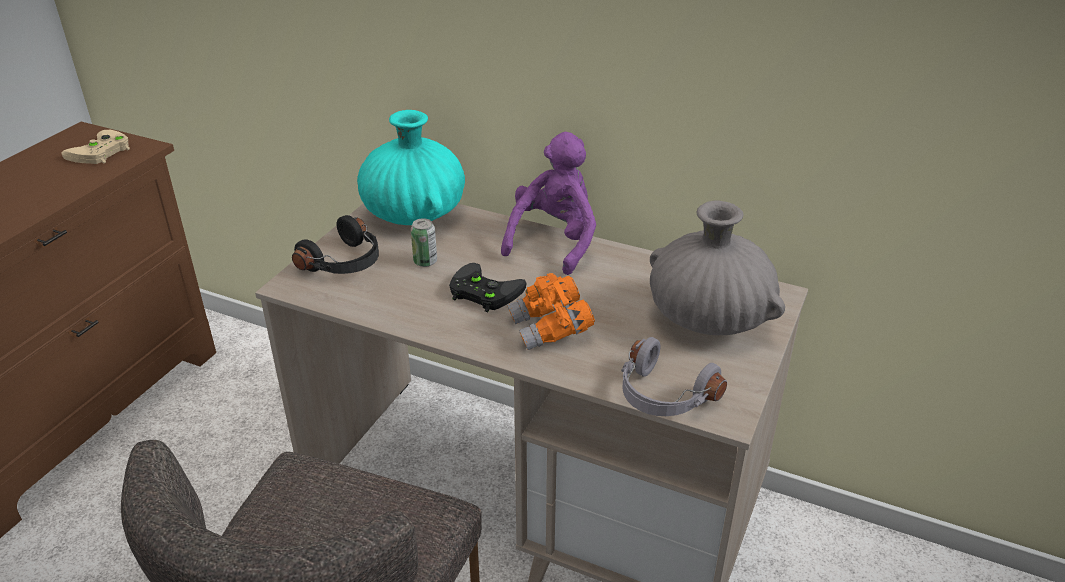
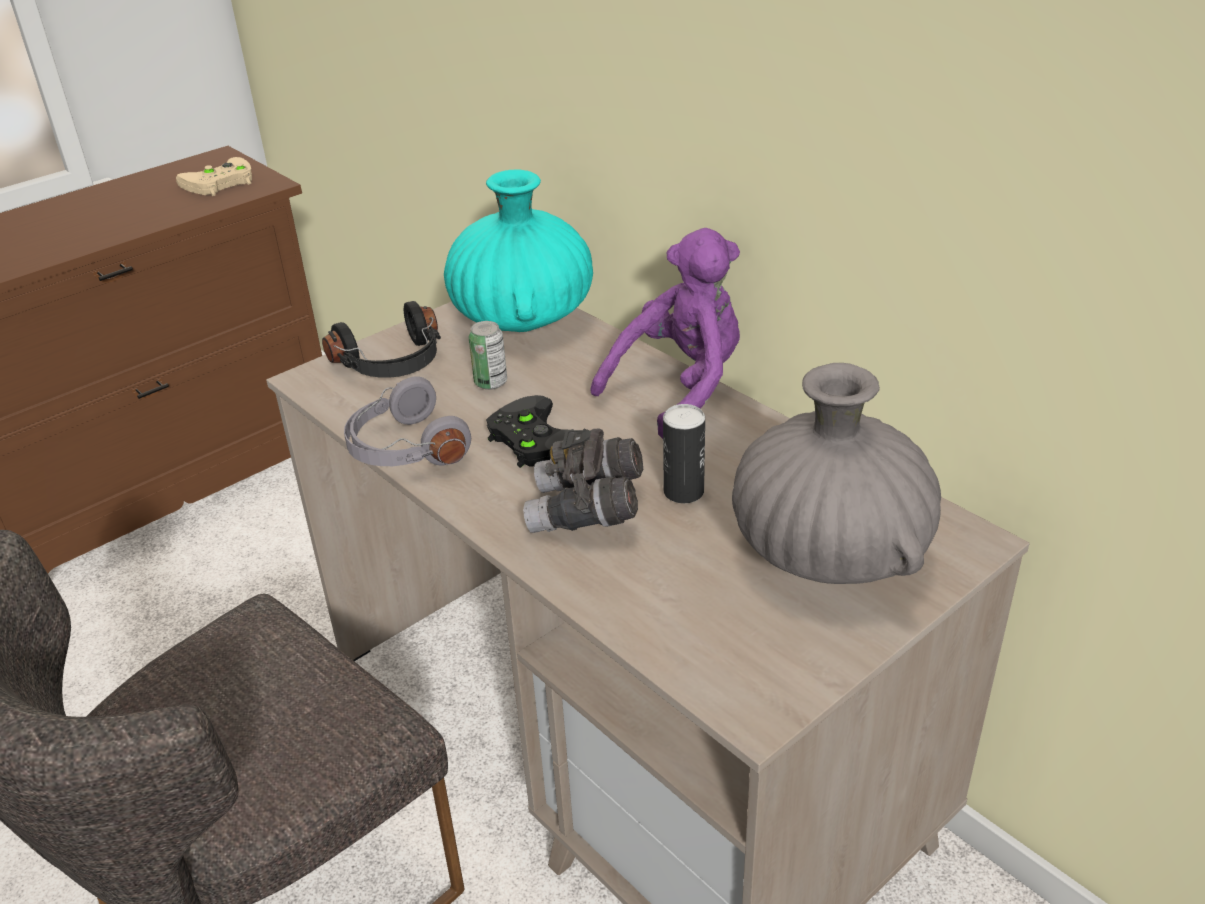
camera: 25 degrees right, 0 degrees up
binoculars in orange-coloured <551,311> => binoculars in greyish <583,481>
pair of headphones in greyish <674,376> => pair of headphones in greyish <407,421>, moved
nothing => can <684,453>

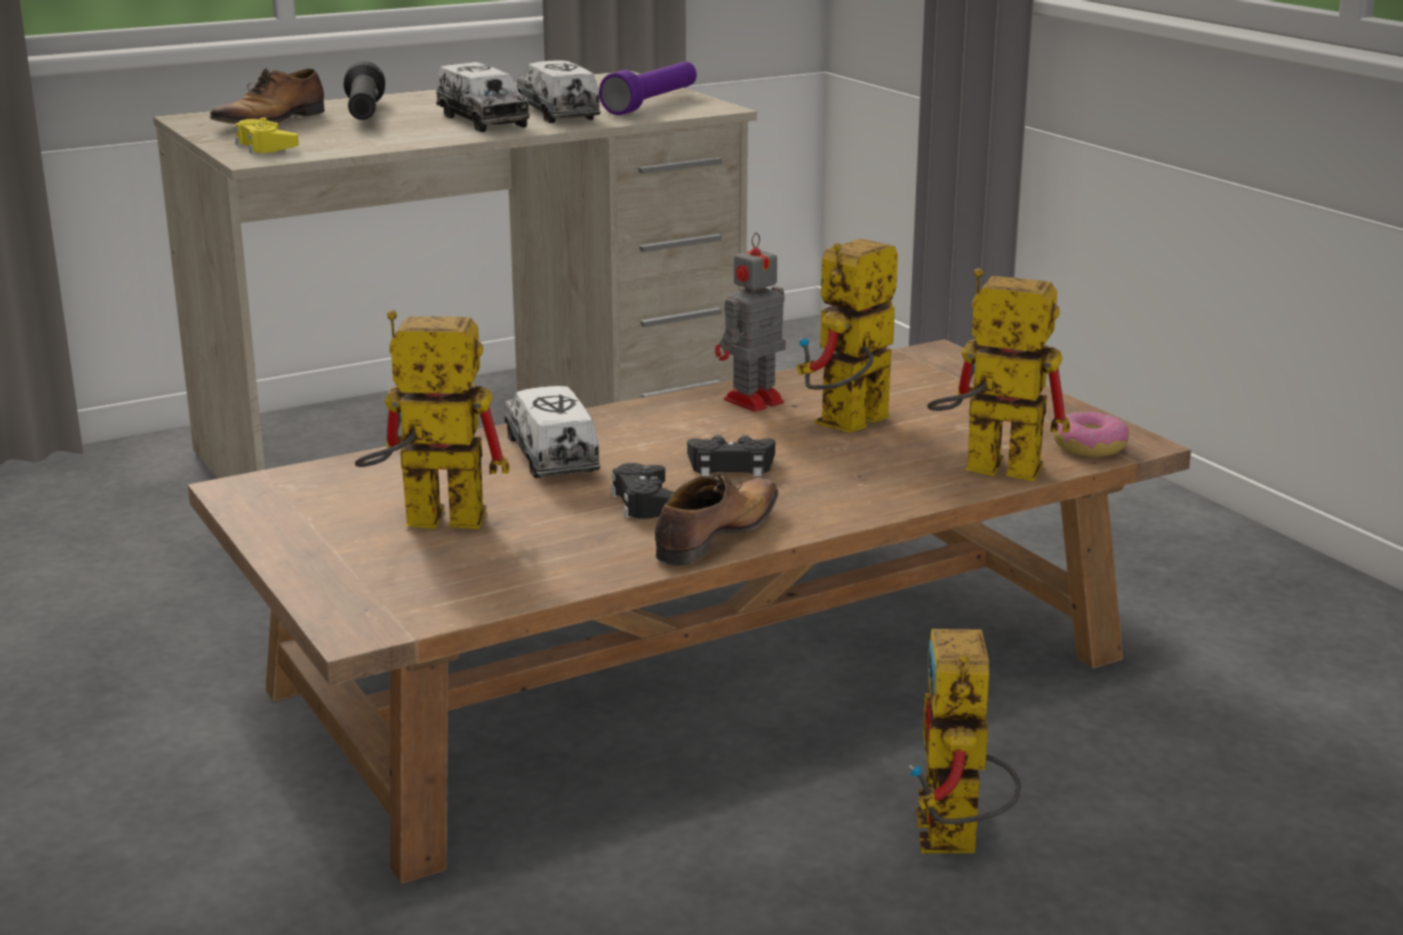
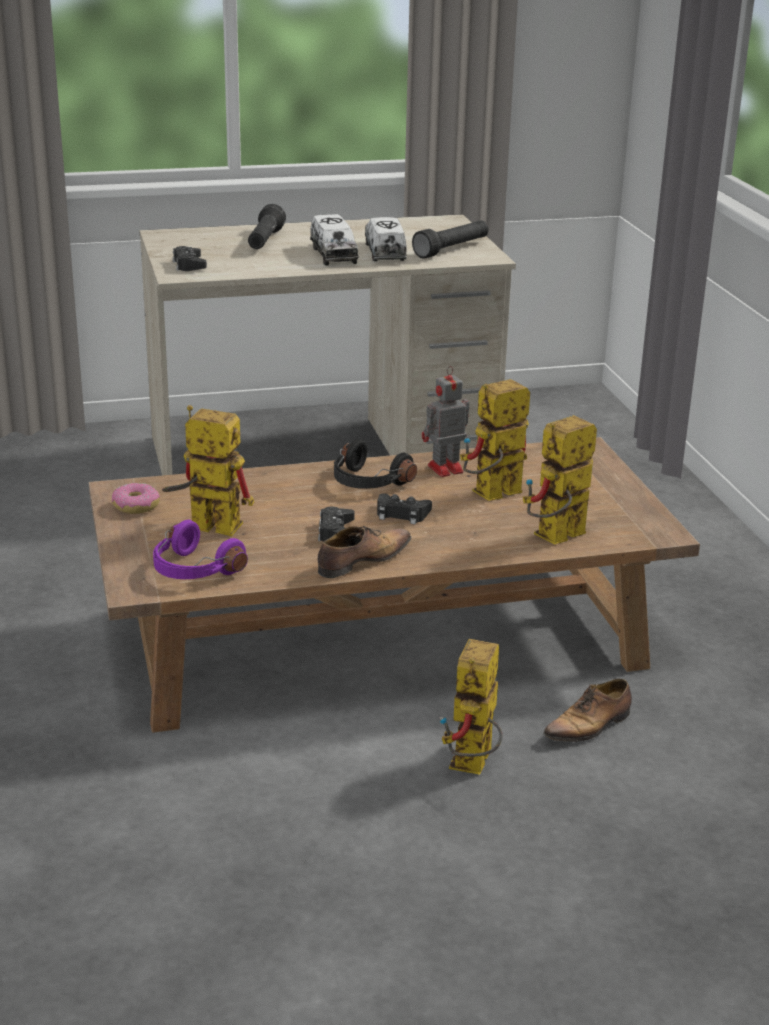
camera: 15 degrees right, 5 degrees up
flashlight in purple-coloured <648,88> => flashlight in blackish <450,239>
low shoe <267,96> => low shoe <587,713>, moved
game controller in yellow <267,136> => game controller in blackish <190,258>
model robot <998,375> => model robot <560,480>, 75 degrees counterclockwise
toy truck <552,432> => nothing
ring doughnut <1091,434> => ring doughnut <136,498>, moved
nothing => pair of headphones in blackish <375,464>
nothing => pair of headphones in purple-coloured <200,549>

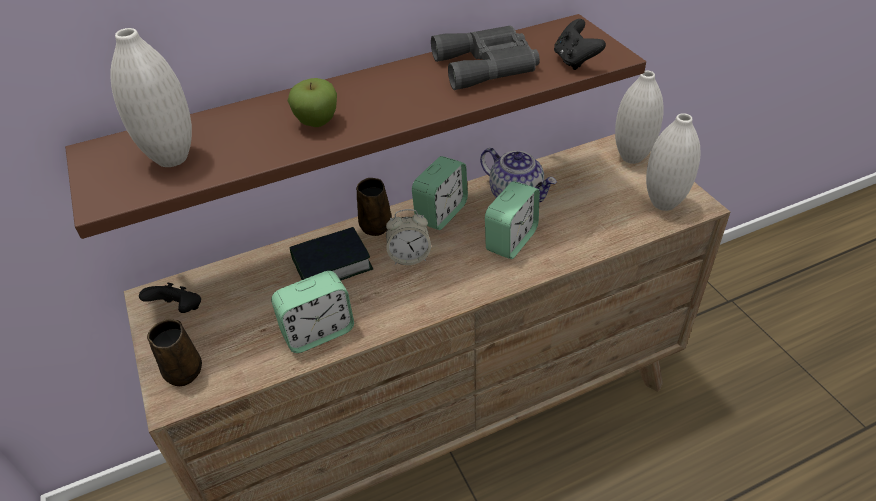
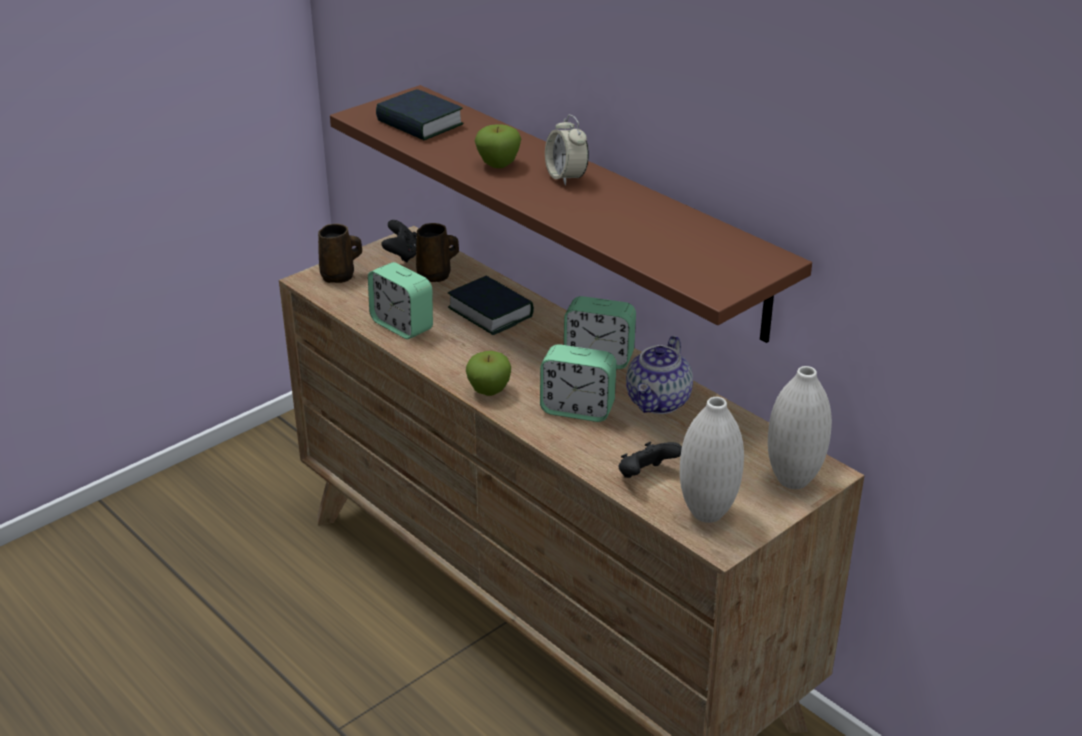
camera: 70 degrees right, 10 degrees down
game controller in blackish <580,44> => game controller in blackish <650,460>, moved
binoculars in greyish <485,58> => nothing
decorative vase in white <151,97> => volume <419,114>
tea mug in brownish <373,207> => tea mug in brownish <437,252>, moved
bedside clock <408,237> => bedside clock <567,150>, moved
nothing => apple fruit <488,373>

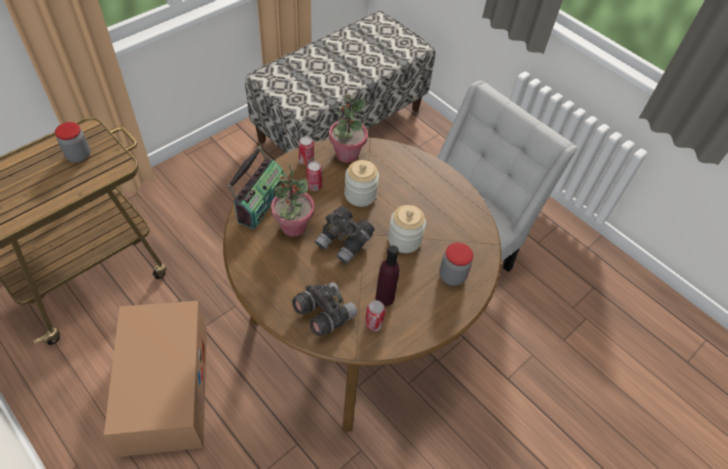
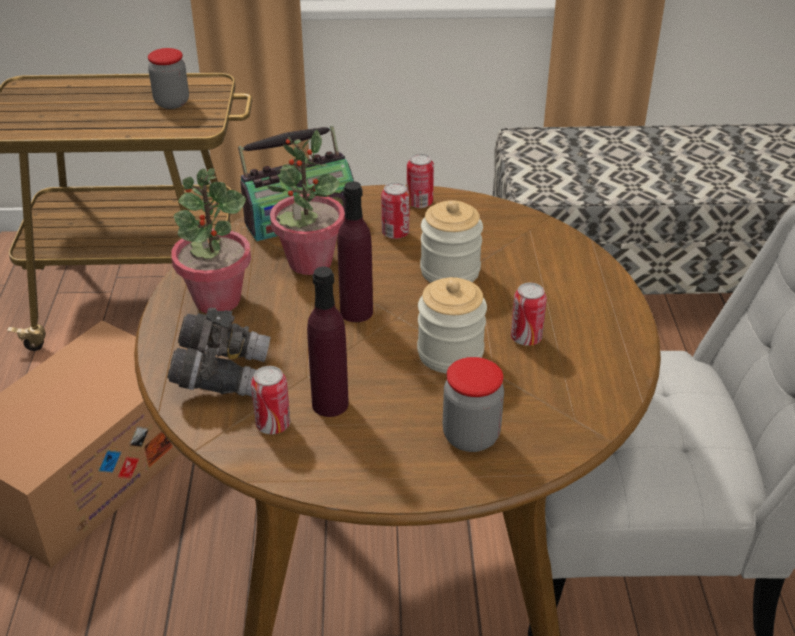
camera: 45 degrees right, 15 degrees down
plant in a pot <348,128> => plant in a pot <211,240>, moved
binoculars in greyish <345,235> => beverage bottle in purple-coloured <355,251>
nothing => can <529,314>

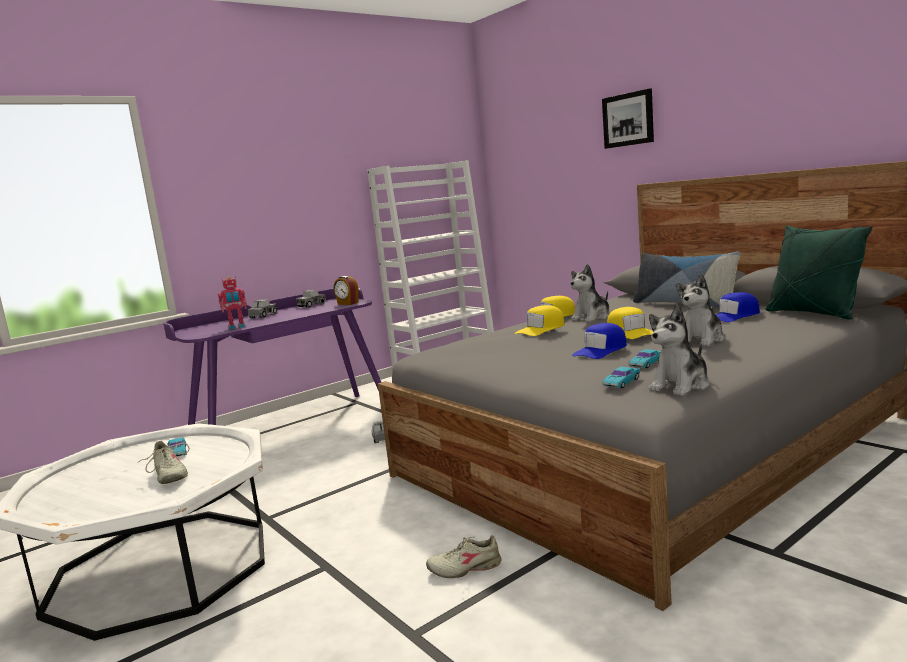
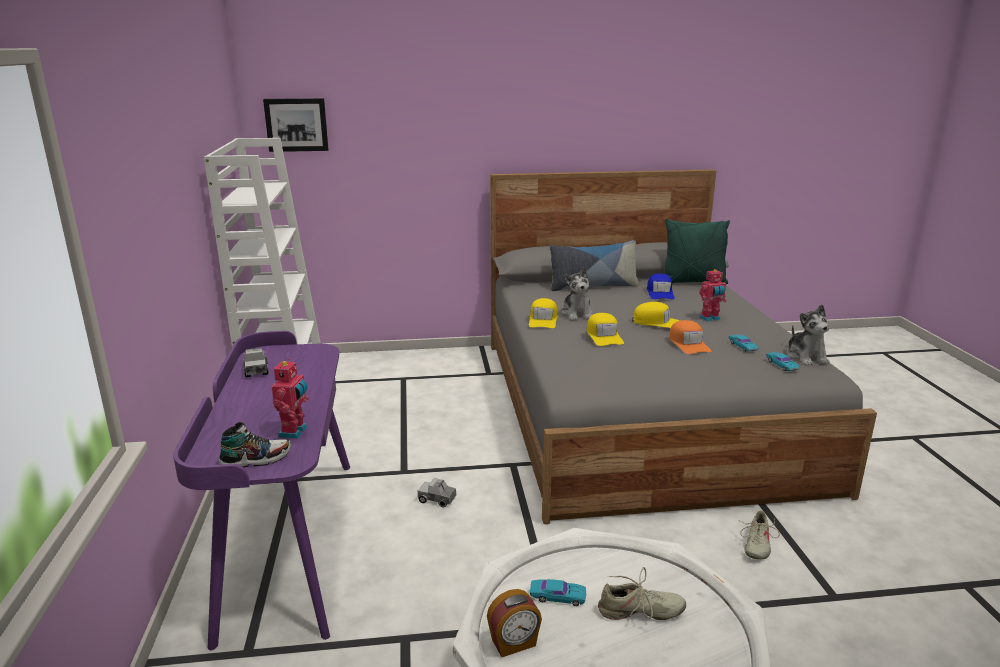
camera: 60 degrees left, 10 degrees up
wall picture <628,118> => wall picture <296,125>, moved
cuddly toy <700,310> => model robot <713,295>
bedside clock <346,290> => bedside clock <514,623>, moved
toy truck <262,309> => nothing
baseball cap in bluish <599,341> => baseball cap in orange-coloured <690,337>
nothing => low shoe <255,445>

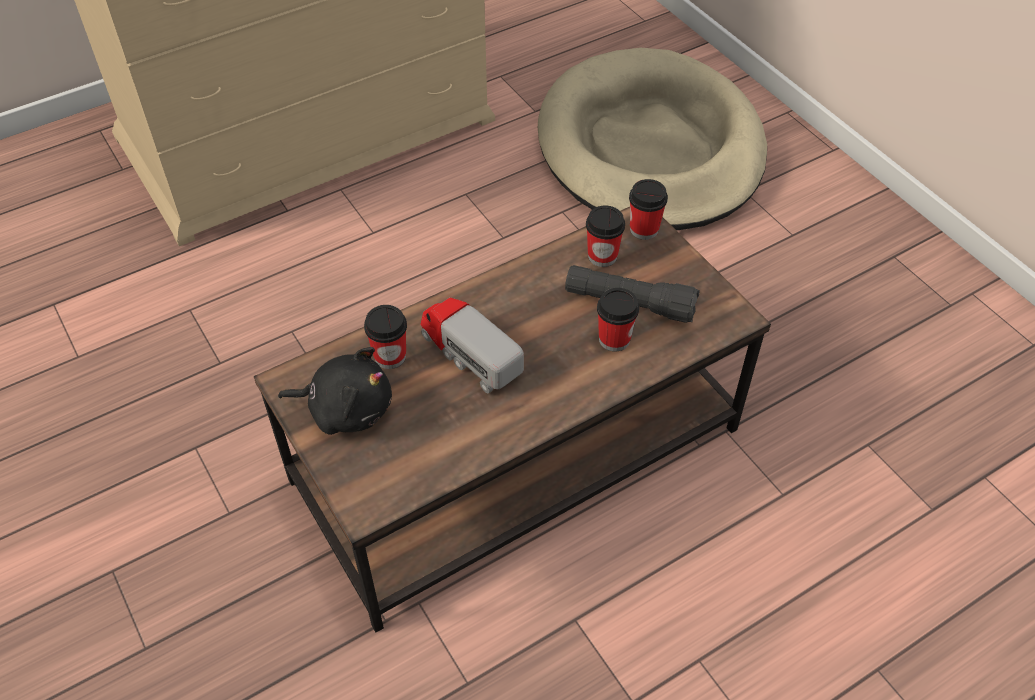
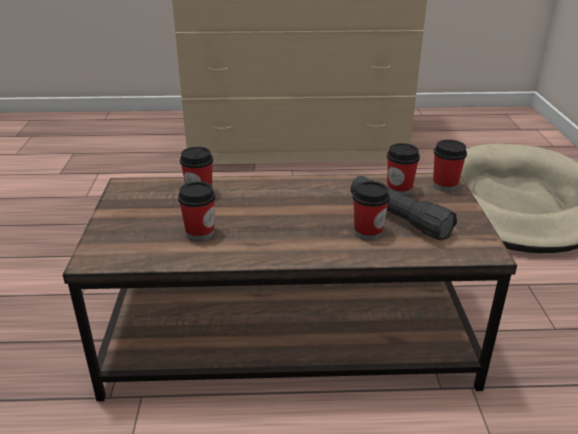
camera: 30 degrees right, 20 degrees down
toy truck <472,345> => nothing
cuddly toy in blackish <335,391> => nothing
nothing => drinking cup <197,211>

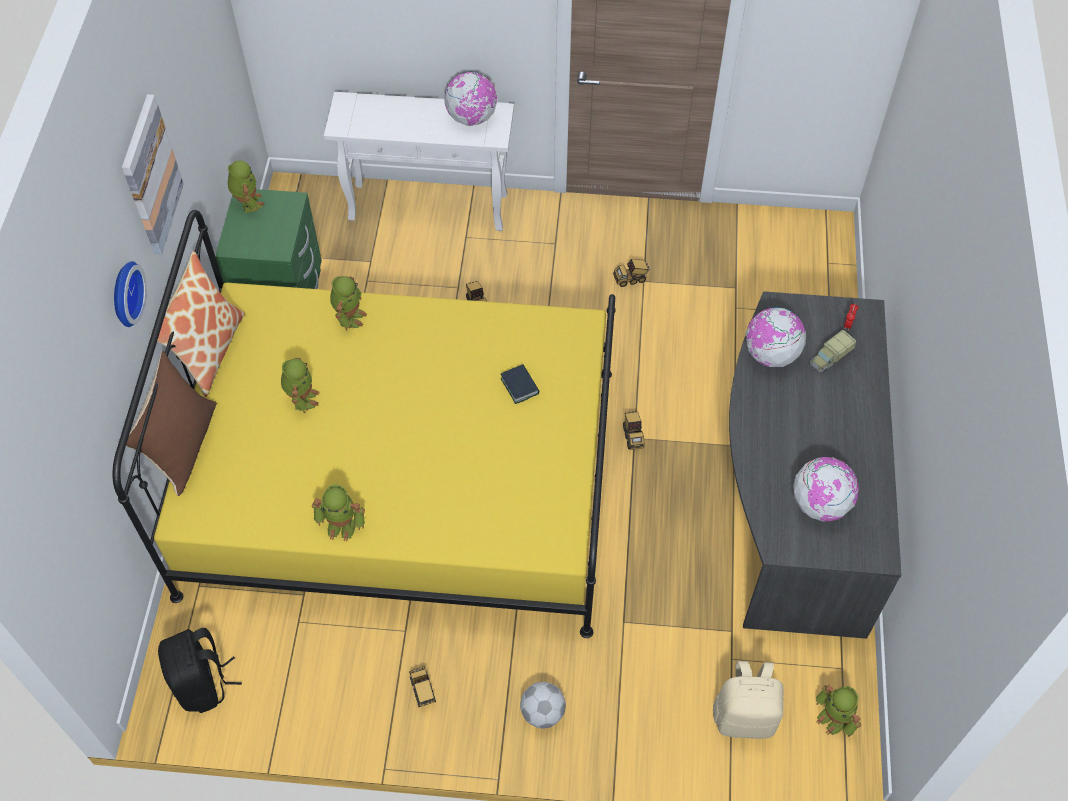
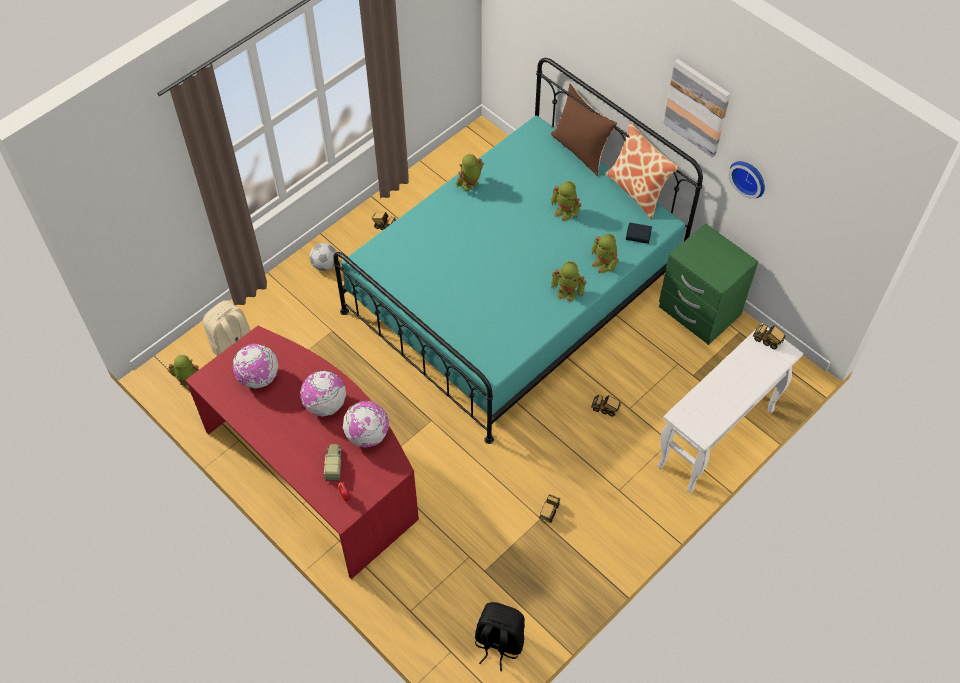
camera: 130 degrees right, 0 degrees up
globe <470,98> => globe <323,394>, moved
model robot <246,187> => model robot <568,282>, moved
sleeping bed in yellow <364,424> => sleeping bed in turquoise <518,251>
wall clock <130,294> => wall clock <747,180>, moved
desk table in greyish <815,465> => desk table in red <302,452>
volume <520,384> => volume <639,233>, moved
toy truck <633,430> => toy truck <769,336>, moved
rucksack in blackish <200,670> => rucksack in blackish <500,636>, moved

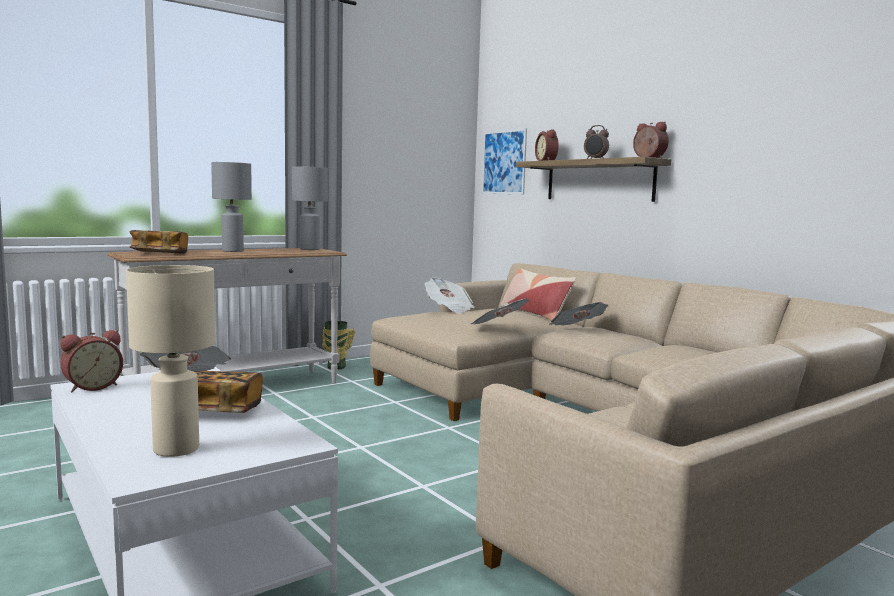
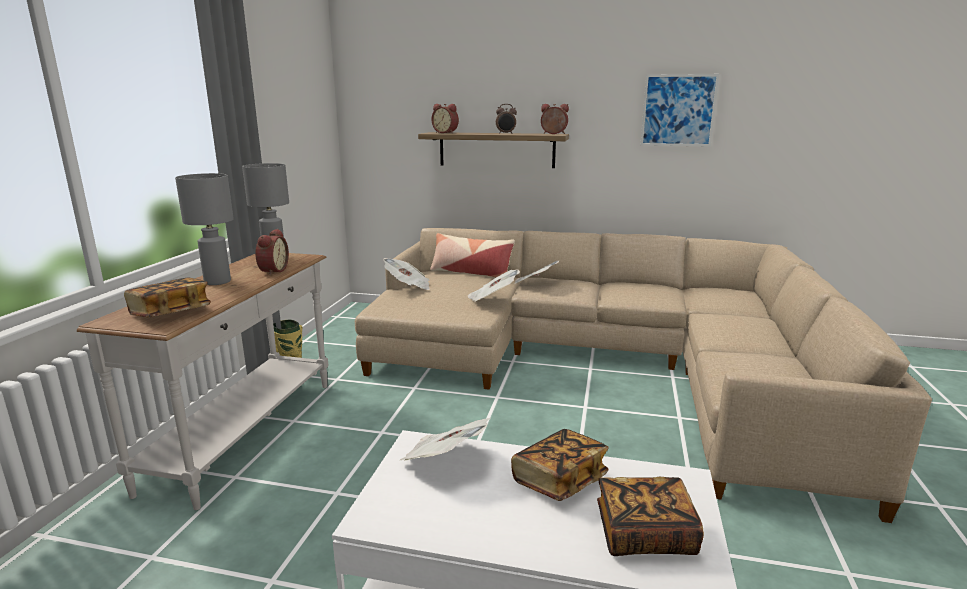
camera: 40 degrees left, 10 degrees up
wall picture <504,161> => wall picture <680,110>, moved
lamp for a table in beige-coloured <170,361> => volume <650,516>
bedside clock <91,361> => bedside clock <272,252>, moved

